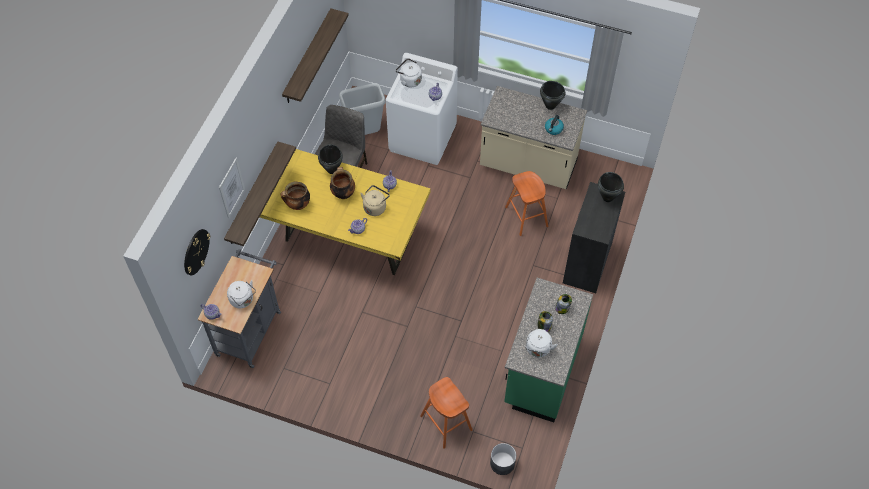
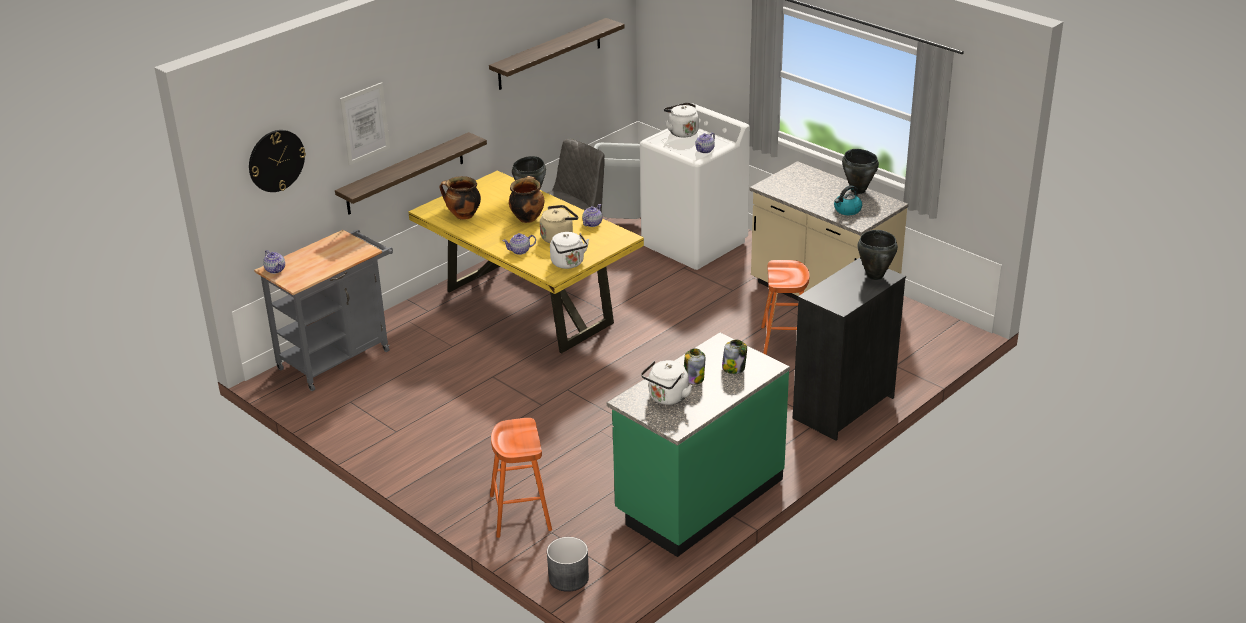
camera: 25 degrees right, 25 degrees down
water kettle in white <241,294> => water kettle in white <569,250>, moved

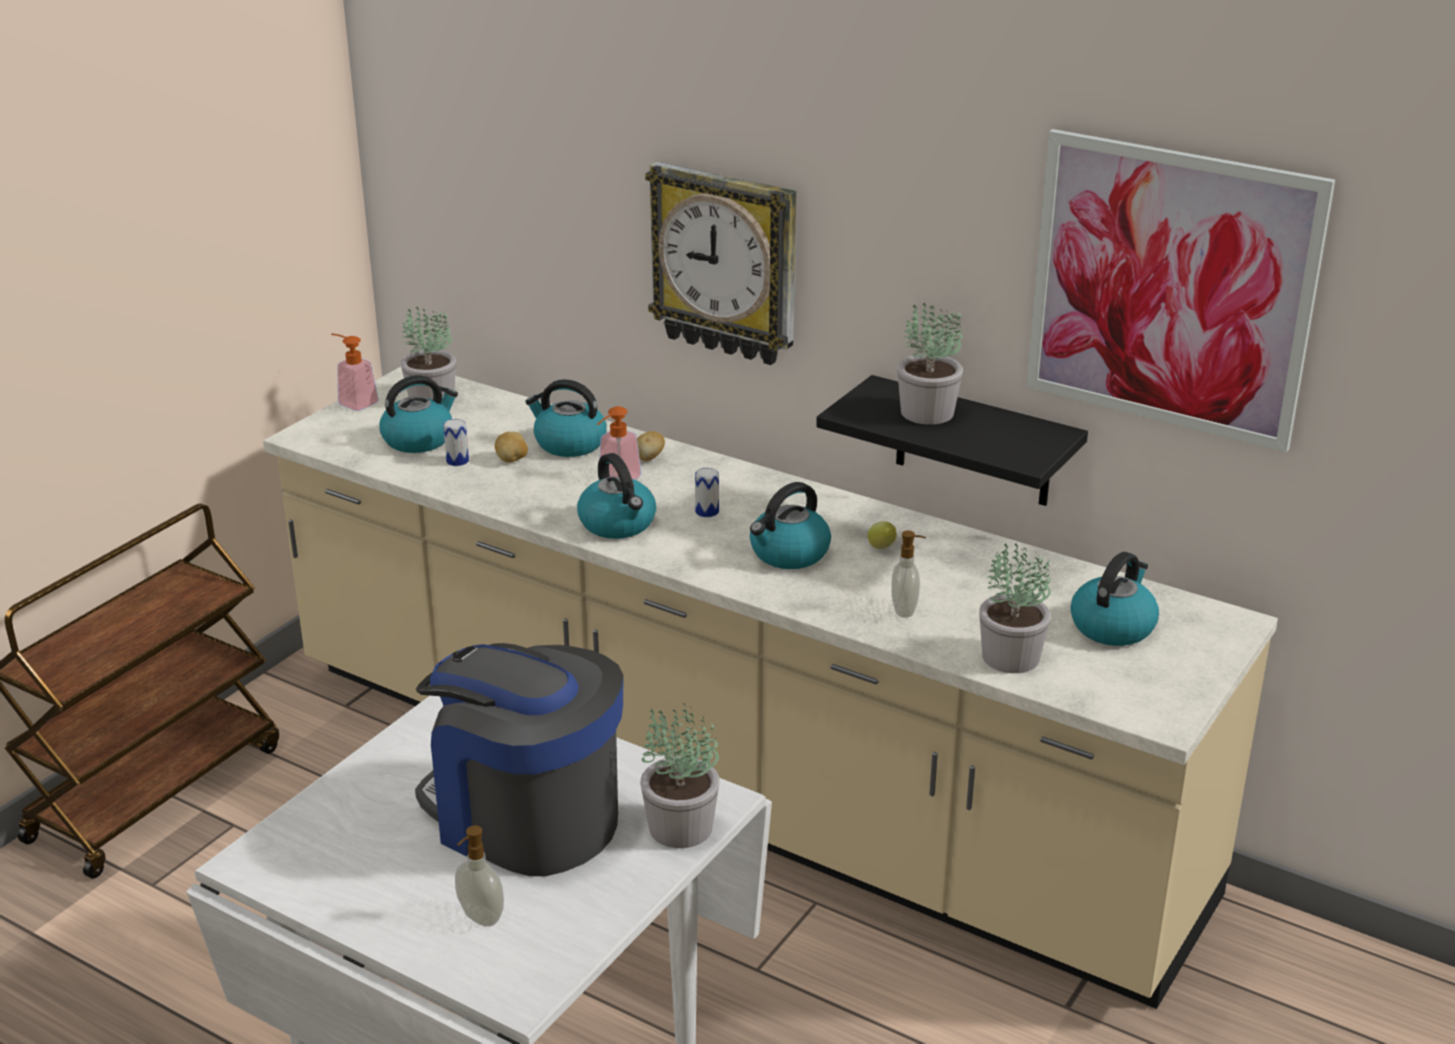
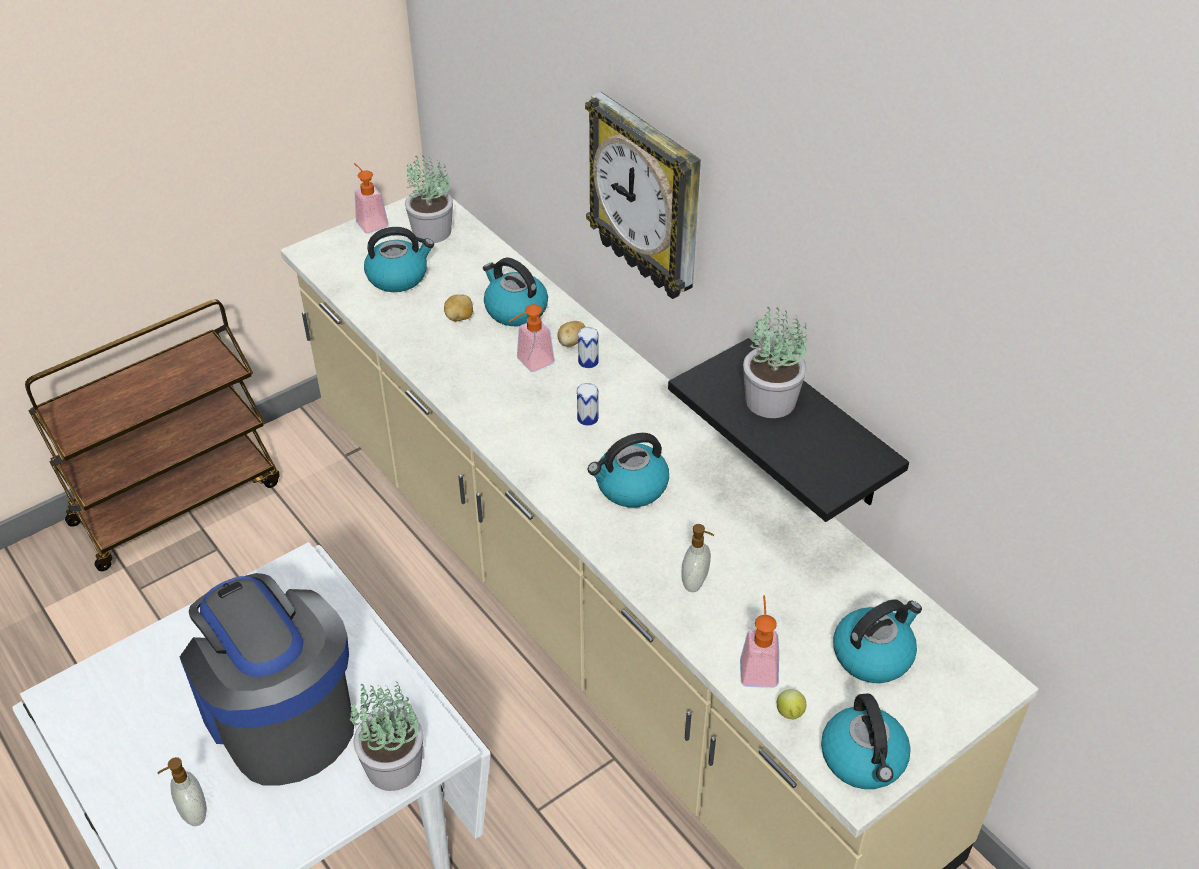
camera: 20 degrees right, 15 degrees up
wall picture <1180,290> => nothing
can <456,442> => can <588,347>, moved
water kettle <616,496> => water kettle <866,741>, moved
lemon <882,535> => lemon <791,704>, moved
plant in a pot <1015,608> => soap dispenser <759,641>

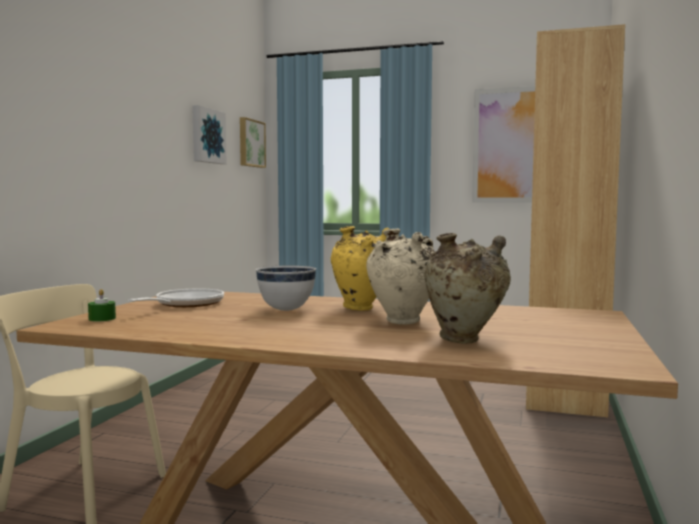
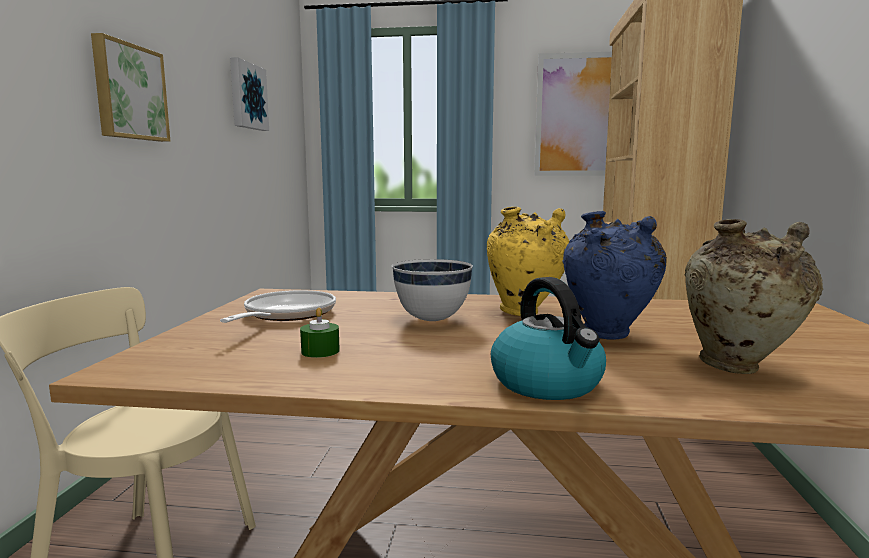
camera: 10 degrees left, 5 degrees up
wall picture <253,142> => wall picture <130,87>, moved
decorative vase in beige-coloured <400,276> => decorative vase in bluish <615,275>
wax candle in greenish <102,305> => wax candle in greenish <320,333>, moved
nothing => water kettle <548,338>

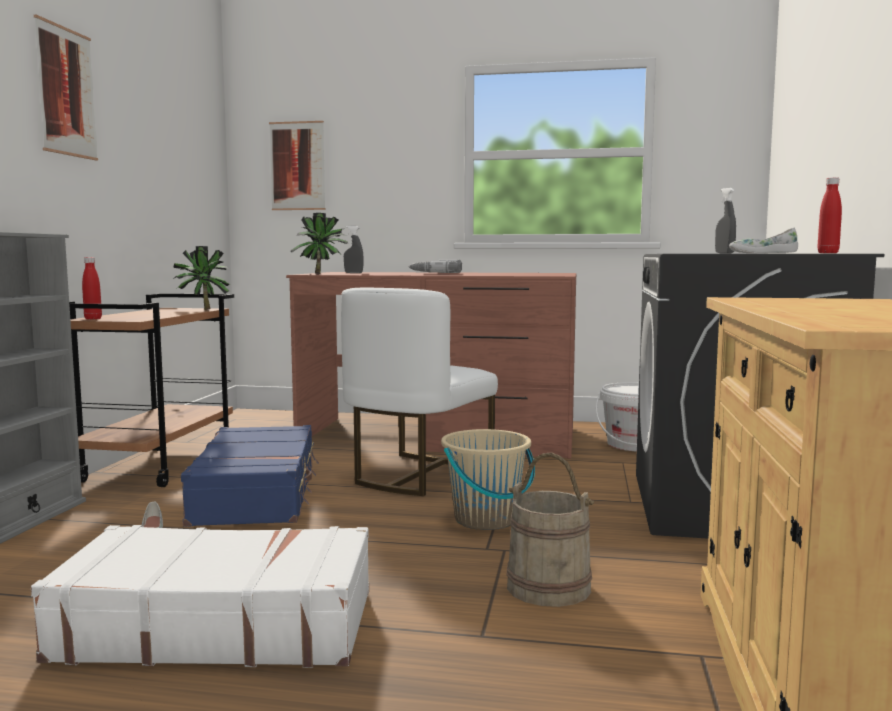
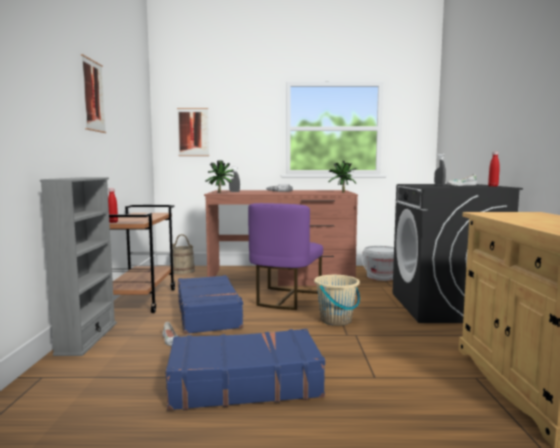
camera: 10 degrees left, 0 degrees up
plant in a pot <202,278> => plant in a pot <342,176>, moved
plain chair in white <419,392> => plain chair in purple-coloured <285,256>
water bucket in beige-coloured <550,529> => water bucket in beige-coloured <183,254>, moved
travel case in white <200,596> => travel case in bluish <245,370>

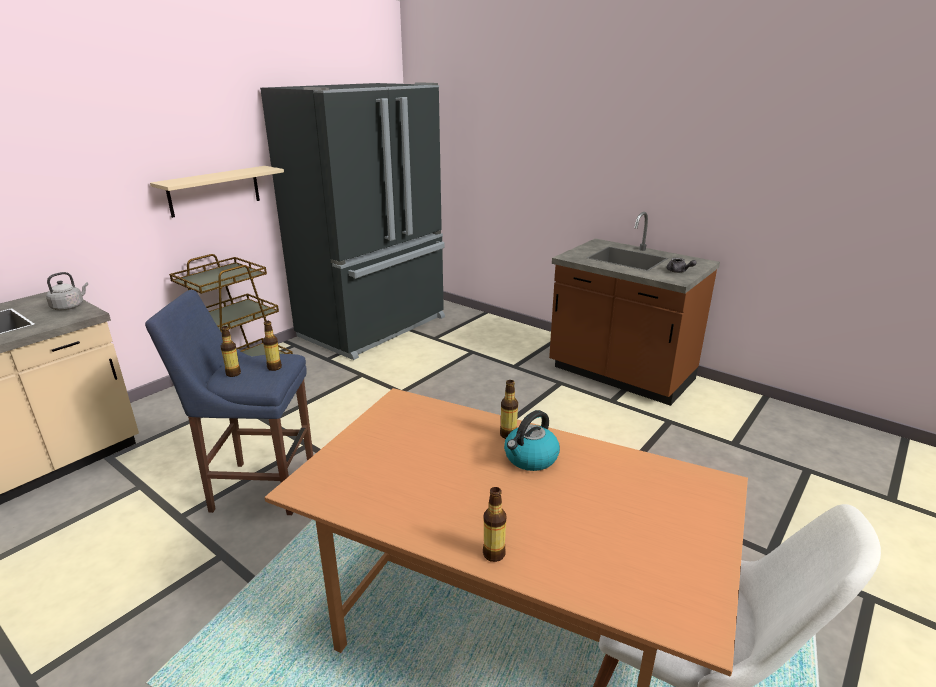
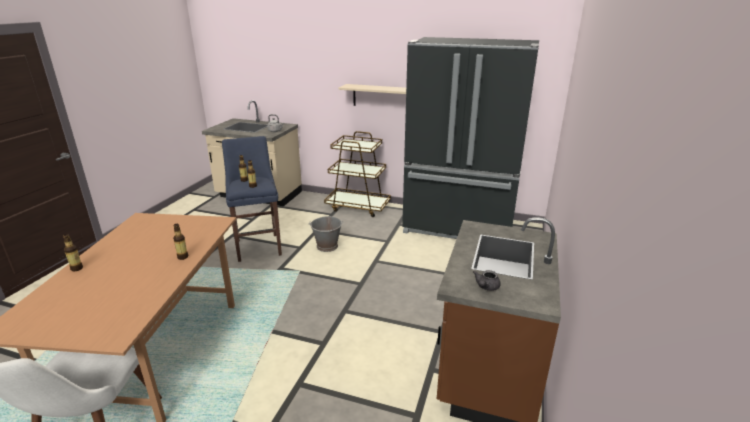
camera: 70 degrees right, 0 degrees up
water kettle <532,440> => nothing
nothing => water bucket in greyish <326,234>

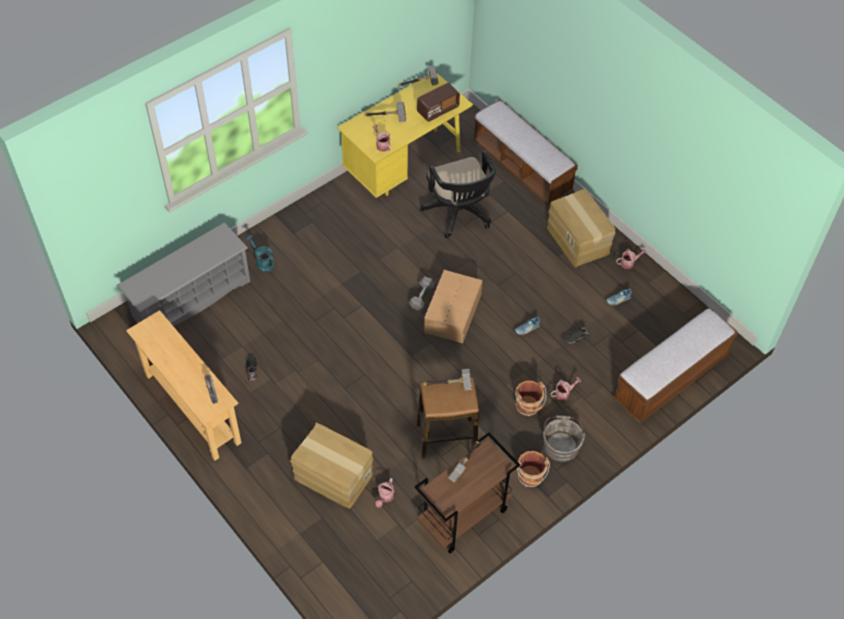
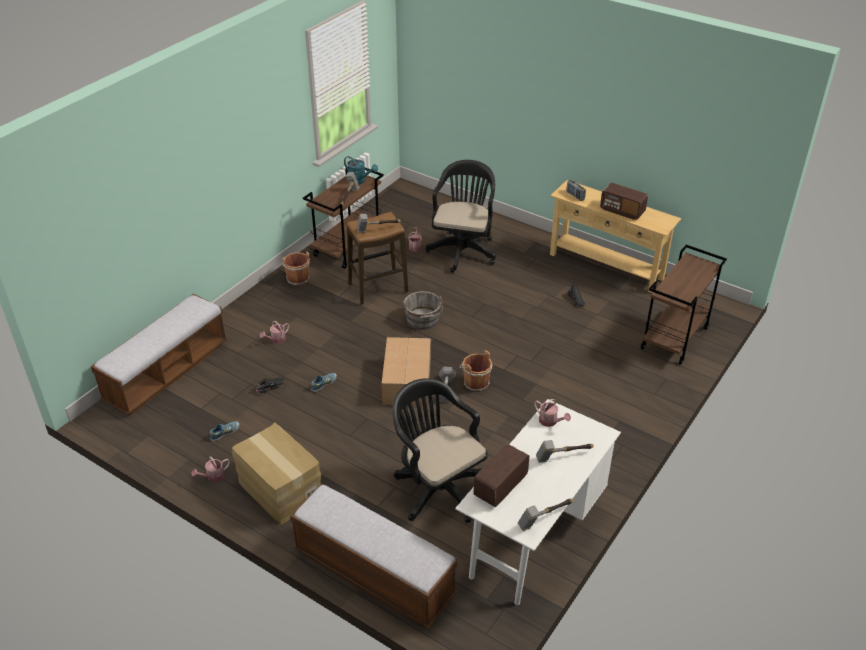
camera: 165 degrees right, 15 degrees down
desk table in yellow <405,135> => desk table in white <538,502>
shoe stand in greyish <183,274> => cart in brownish <684,305>
watering can in turquoise <260,253> => watering can in turquoise <361,170>, moved
water bucket in brownish <530,398> => water bucket in brownish <476,371>, moved
water bucket in greyish <564,438> => water bucket in greyish <423,310>, moved
cardboard box <331,466> => desk chair in blackish <460,216>
nothing => radio <624,201>

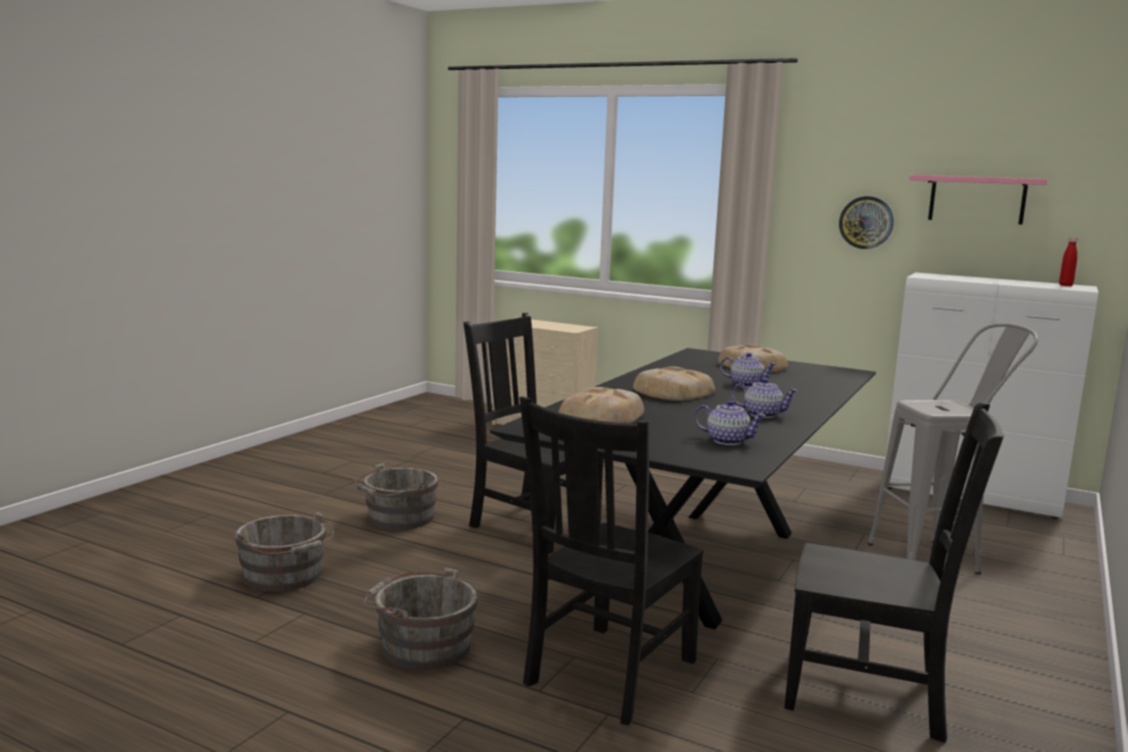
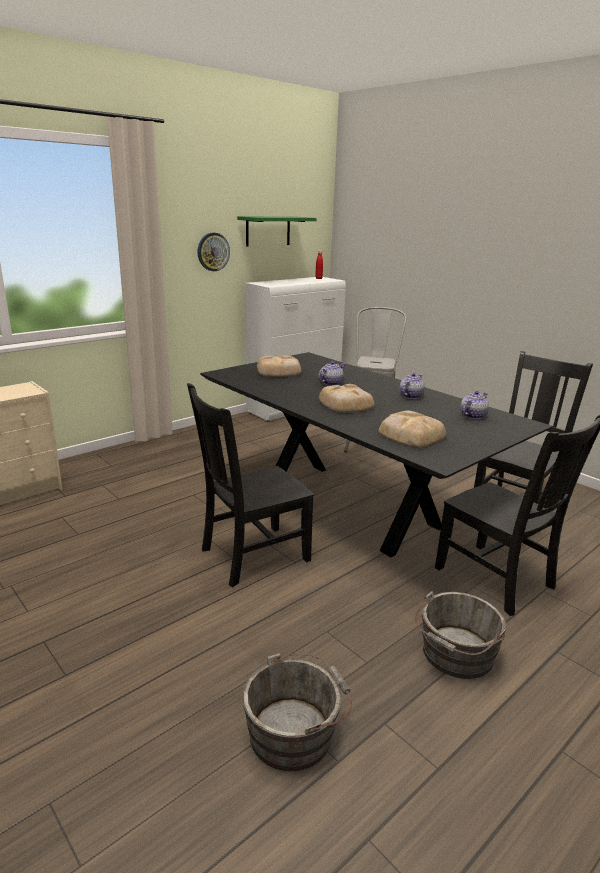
camera: 70 degrees left, 10 degrees up
shelf in pink-coloured <978,200> => shelf in greenish <277,231>
water bucket in greyish <396,496> => nothing

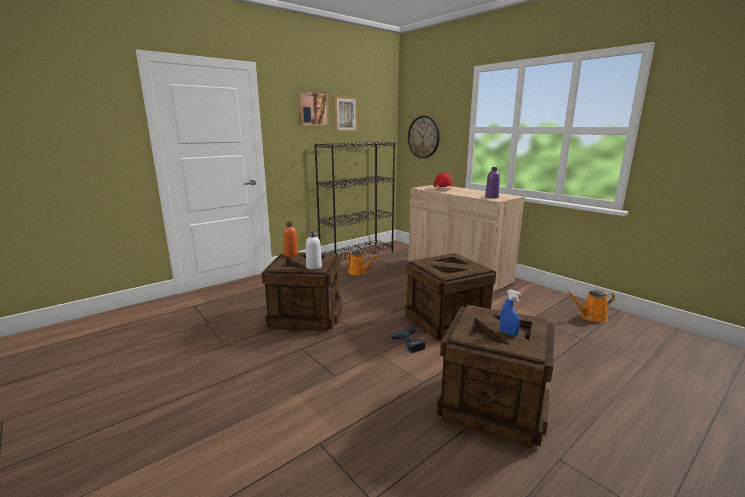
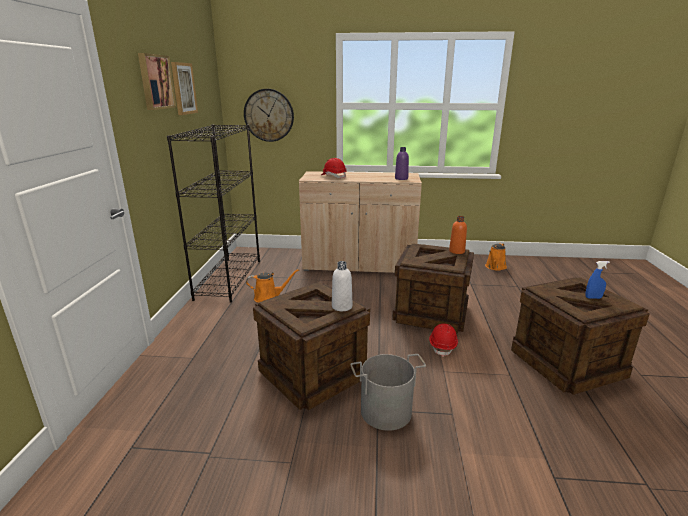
camera: 45 degrees left, 5 degrees up
beverage bottle in orange-coloured <290,239> => beverage bottle in orange-coloured <458,235>, moved
drill <408,340> => hard hat in red <443,340>
nothing => water bucket in greyish <388,392>

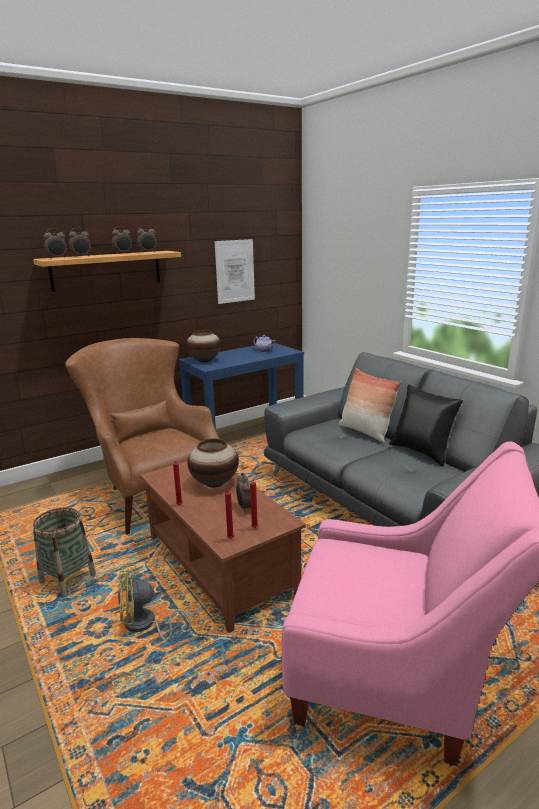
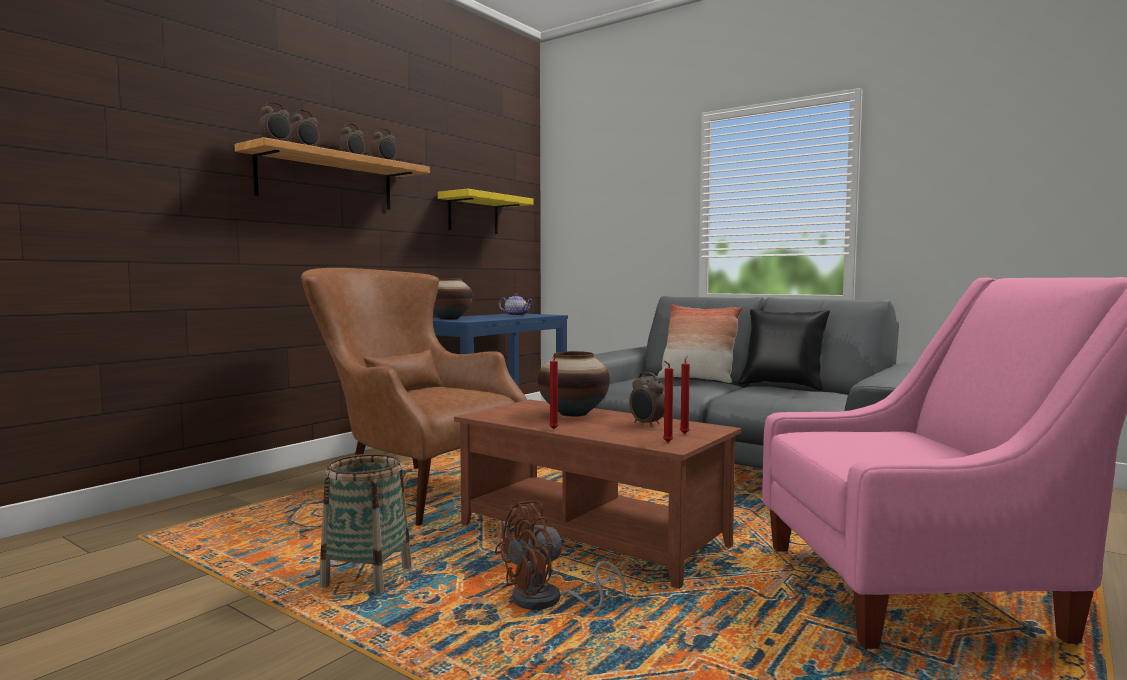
camera: 20 degrees left, 15 degrees down
wall picture <235,271> => shelf in yellow <486,211>
electric fan in yellow <154,602> => electric fan in brownish <560,555>

